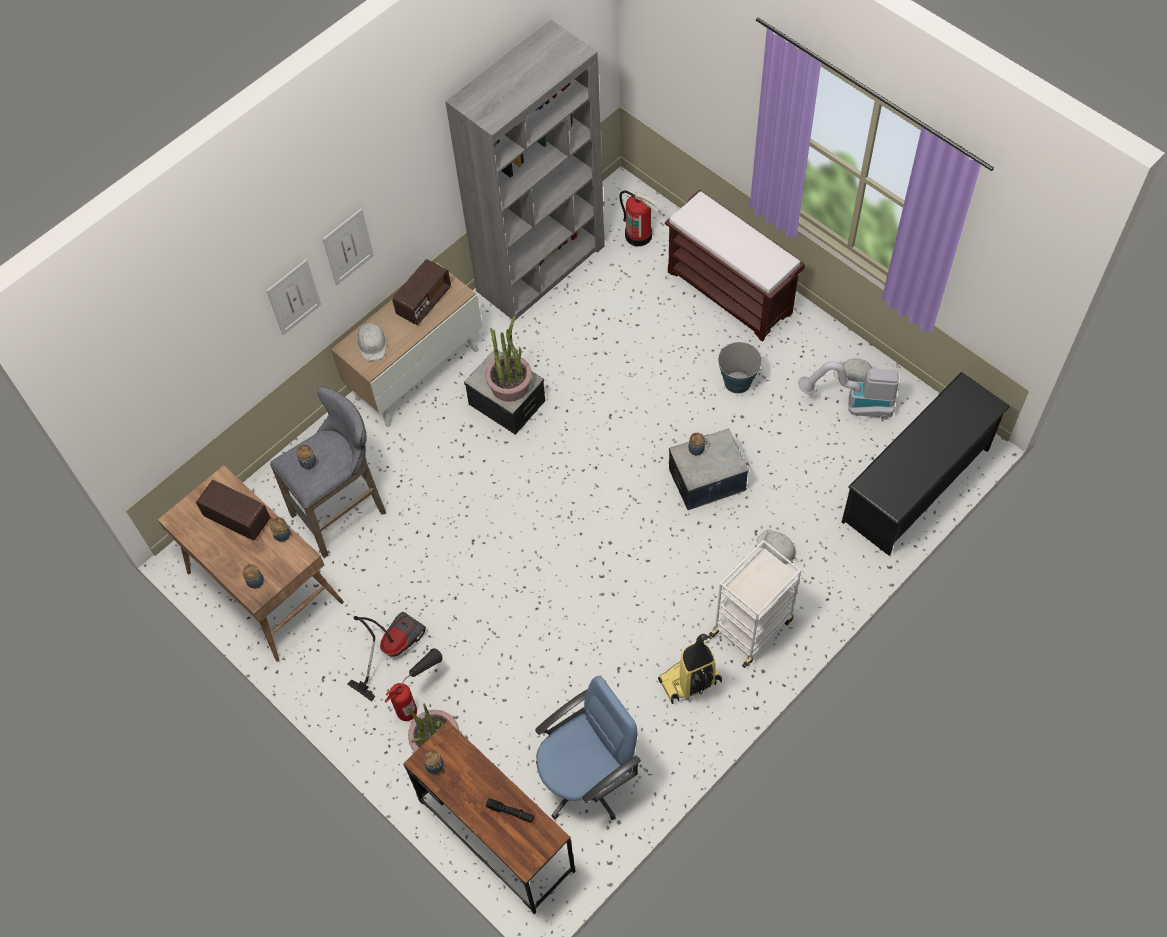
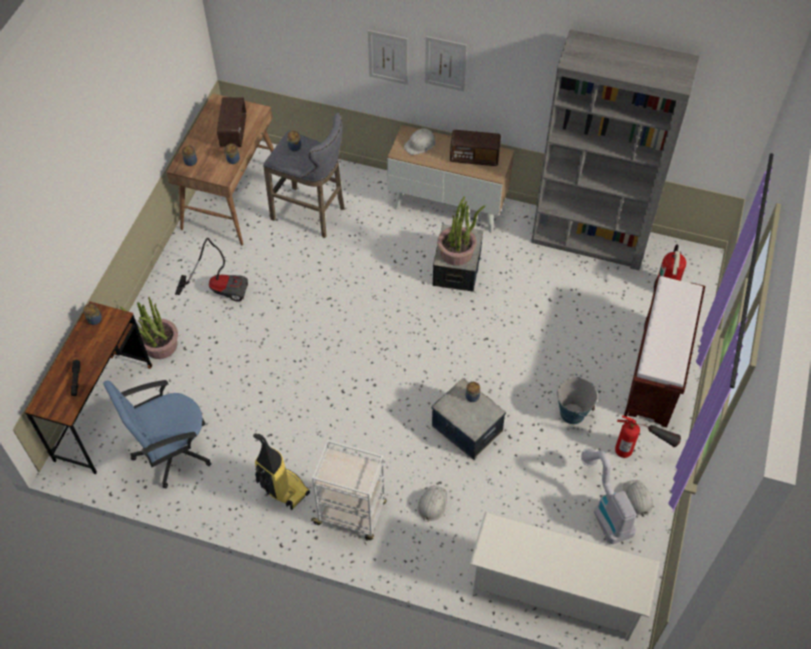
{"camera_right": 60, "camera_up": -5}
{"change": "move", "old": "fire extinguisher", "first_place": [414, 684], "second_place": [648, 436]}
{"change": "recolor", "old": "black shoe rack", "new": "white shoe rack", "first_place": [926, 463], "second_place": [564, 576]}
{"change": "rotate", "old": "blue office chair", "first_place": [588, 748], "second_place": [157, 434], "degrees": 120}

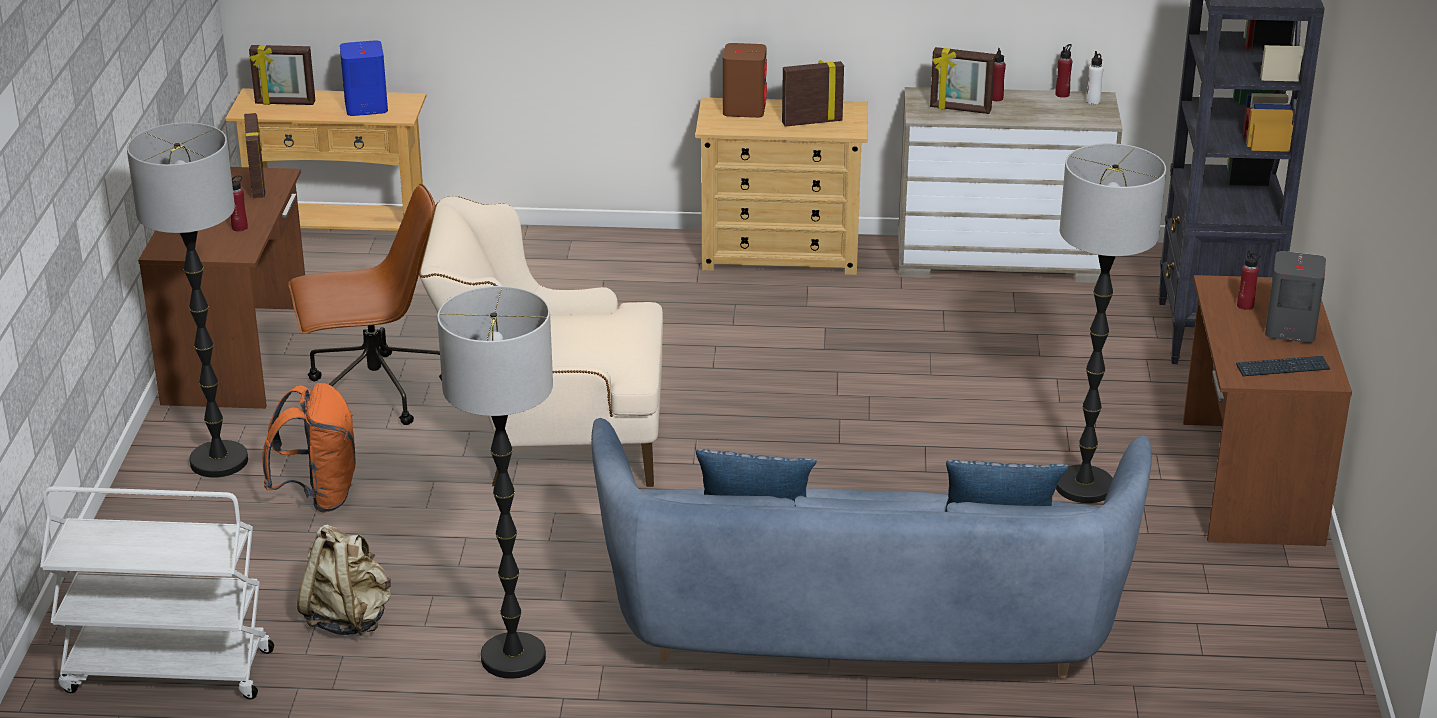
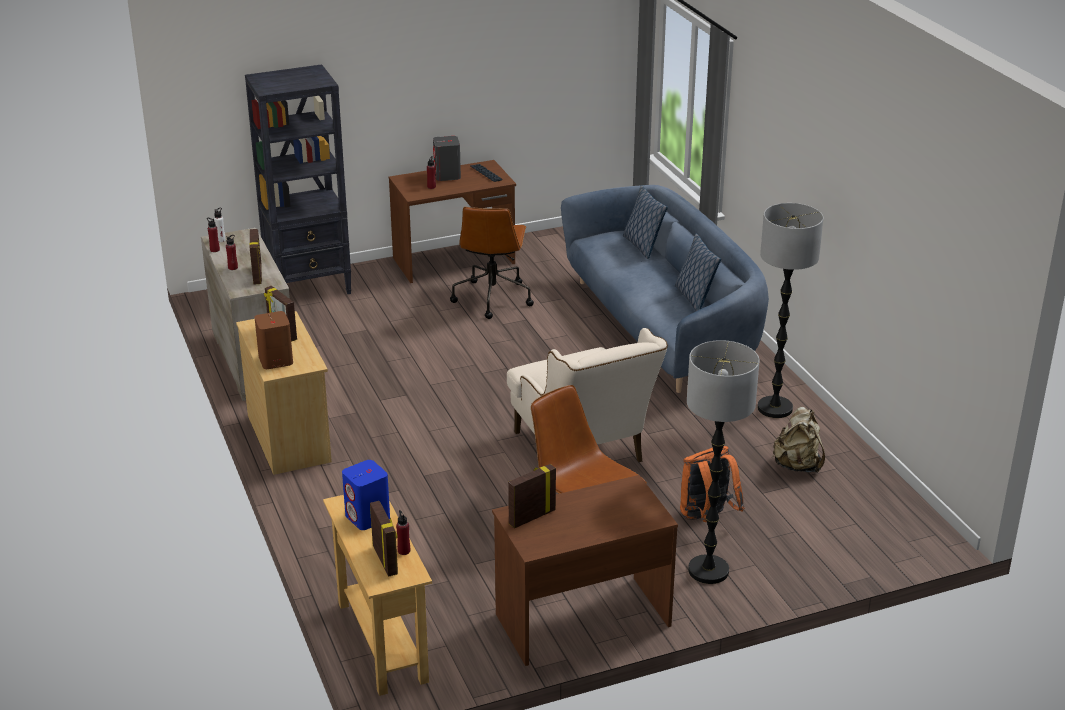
{"camera_right": -115, "camera_up": 0}
{"change": "delete", "old": "white cart", "first_place": [157, 592]}
{"change": "move", "old": "red bottle", "first_place": [239, 203], "second_place": [403, 532]}
{"change": "replace", "old": "floor lamp", "new": "brown office chair", "first_place": [1111, 323], "second_place": [492, 263]}

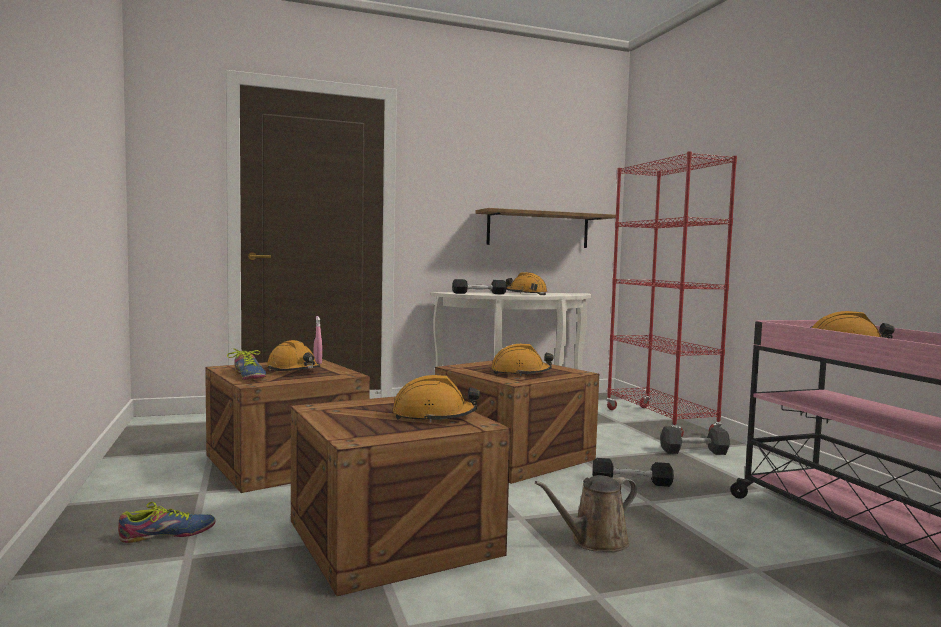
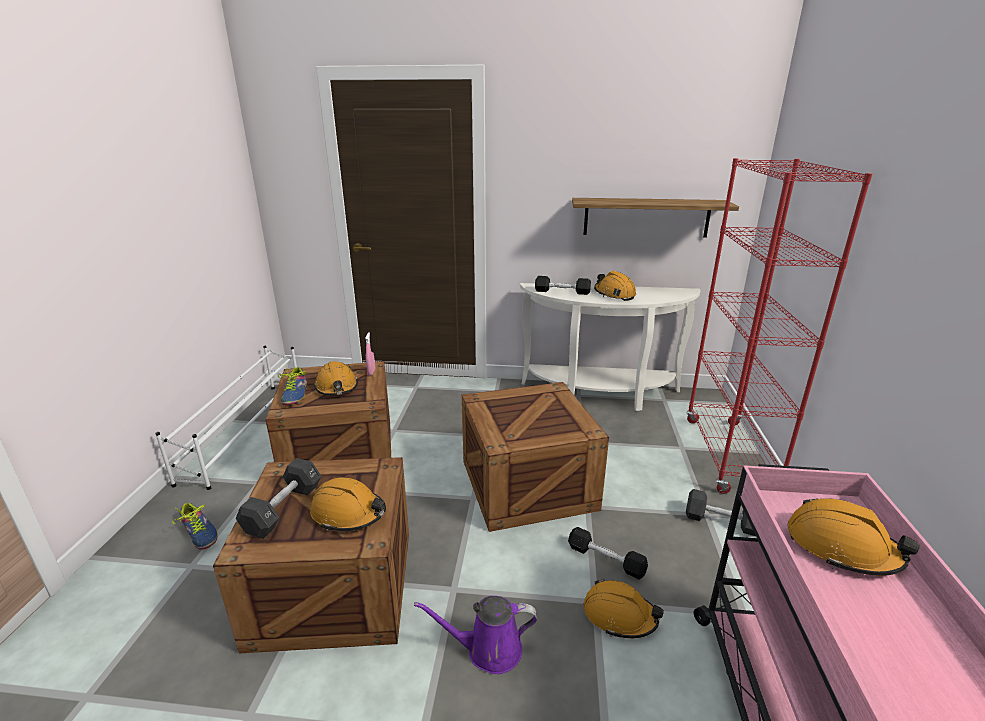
{"camera_right": 25, "camera_up": 20}
{"change": "insert", "new": "white shoe rack", "second_place": [226, 418]}
{"change": "insert", "new": "black dumbbell", "second_place": [279, 498]}
{"change": "move", "old": "orange hard hat", "first_place": [522, 360], "second_place": [623, 608]}
{"change": "recolor", "old": "brown watering can", "new": "purple watering can", "first_place": [586, 513], "second_place": [475, 635]}
{"change": "rotate", "old": "shoe", "first_place": [167, 522], "second_place": [195, 526], "degrees": 45}

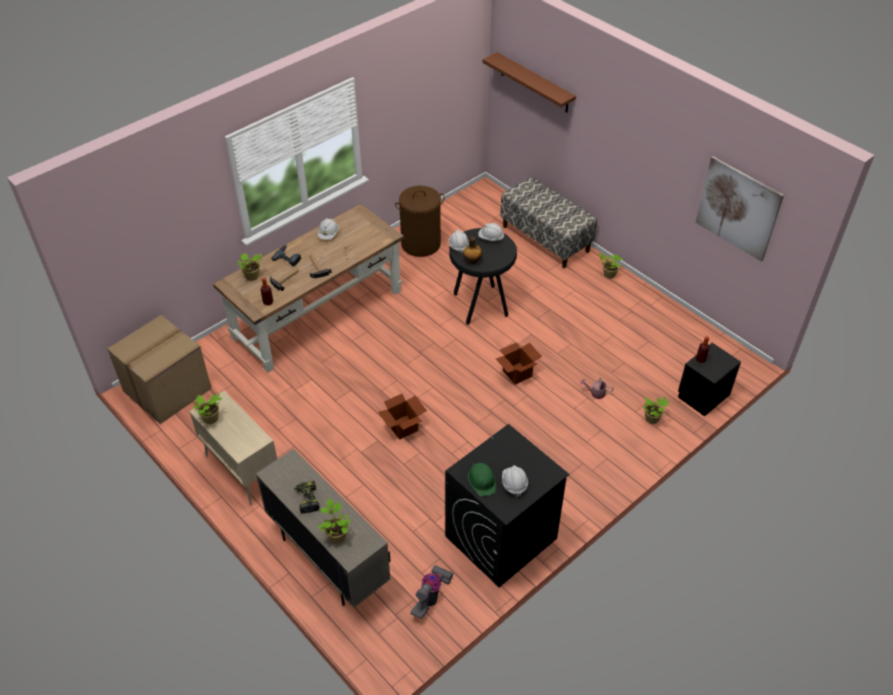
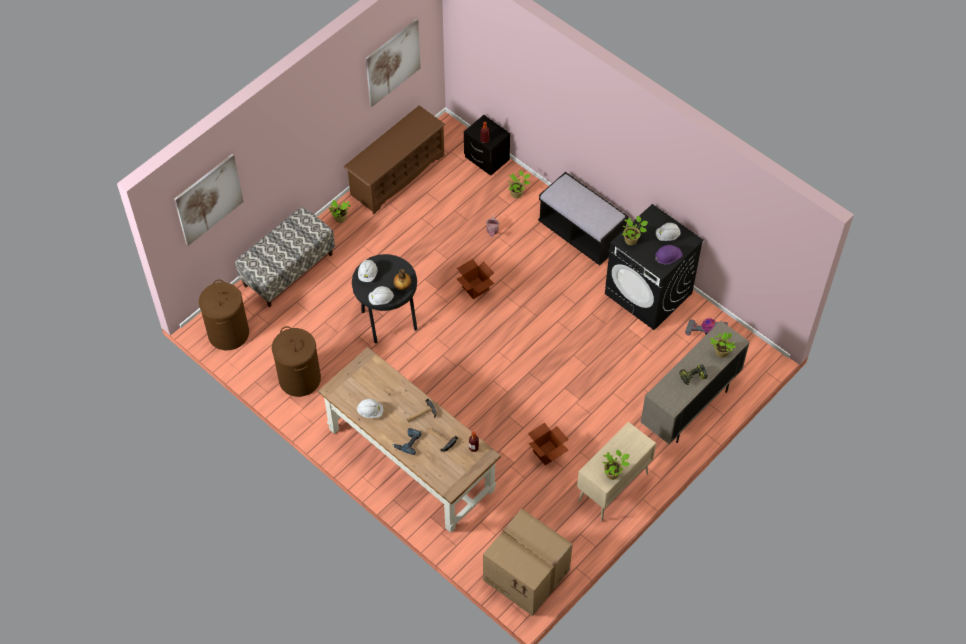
{"camera_right": -95, "camera_up": 10}
{"change": "insert", "new": "brown laundry basket", "second_place": [224, 315]}
{"change": "insert", "new": "brown shoe rack", "second_place": [394, 160]}
{"change": "insert", "new": "black bench", "second_place": [583, 218]}
{"change": "move", "old": "potted plant", "first_place": [250, 267], "second_place": [635, 230]}
{"change": "move", "old": "cardboard box", "first_place": [402, 417], "second_place": [548, 444]}
{"change": "replace", "old": "brown shelf", "new": "picture", "first_place": [529, 82], "second_place": [209, 200]}
{"change": "recolor", "old": "green hard hat", "new": "purple hard hat", "first_place": [482, 480], "second_place": [669, 254]}

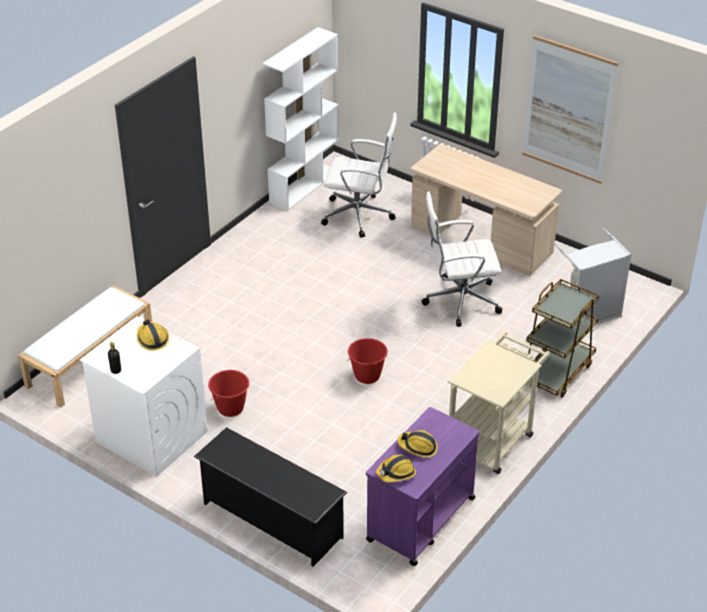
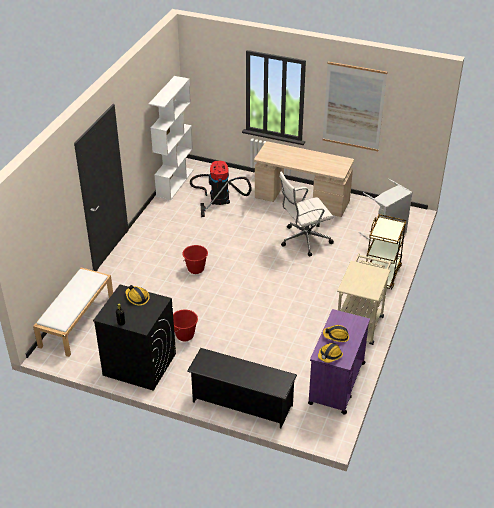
{"camera_right": -15, "camera_up": 0}
{"change": "move", "old": "red bucket", "first_place": [367, 361], "second_place": [195, 259]}
{"change": "replace", "old": "white office chair", "new": "vacuum cleaner", "first_place": [359, 175], "second_place": [221, 189]}
{"change": "recolor", "old": "white washing machine", "new": "black washing machine", "first_place": [144, 396], "second_place": [134, 338]}

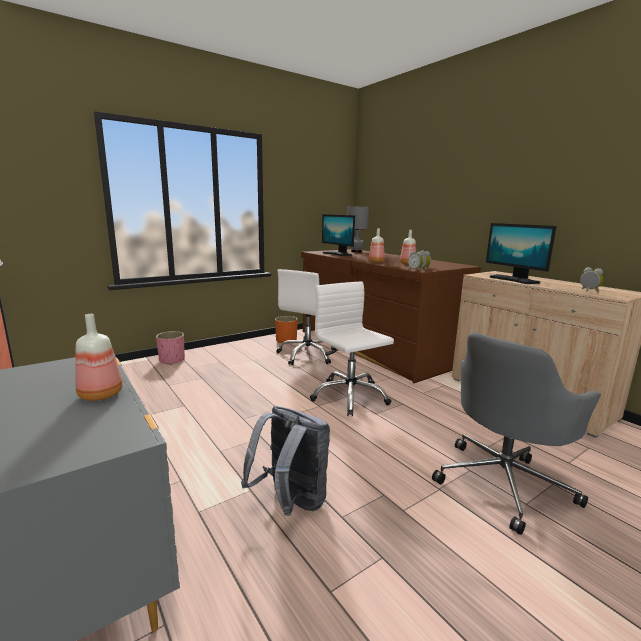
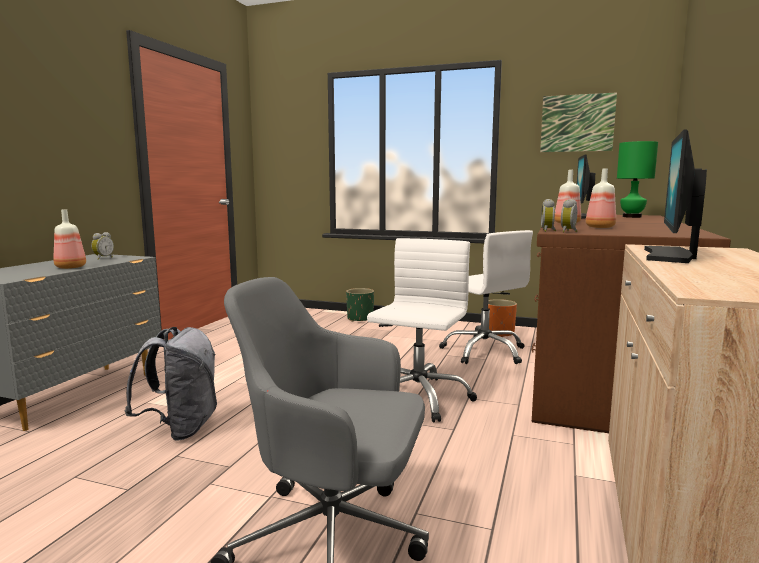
{"camera_right": 55, "camera_up": -5}
{"change": "insert", "new": "picture", "second_place": [578, 122]}
{"change": "move", "old": "alarm clock", "first_place": [591, 279], "second_place": [102, 246]}
{"change": "recolor", "old": "pink planter", "new": "green planter", "first_place": [170, 348], "second_place": [360, 305]}
{"change": "recolor", "old": "grey table lamp", "new": "green table lamp", "first_place": [358, 230], "second_place": [637, 179]}
{"change": "rotate", "old": "white office chair", "first_place": [306, 317], "second_place": [486, 297], "degrees": -120}

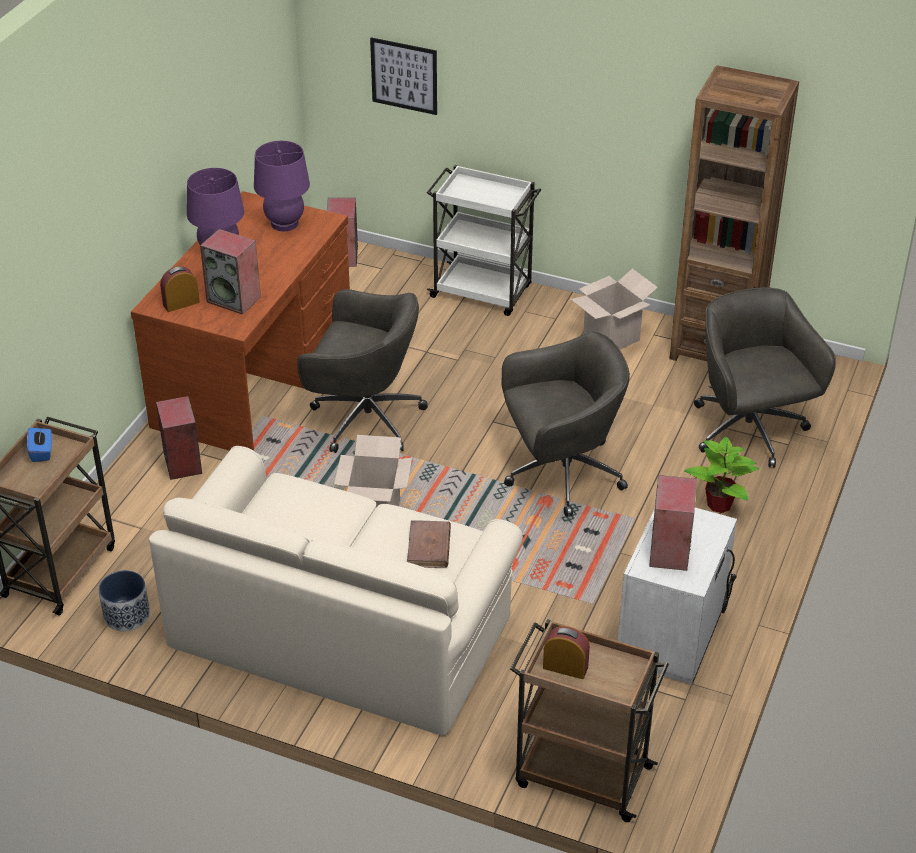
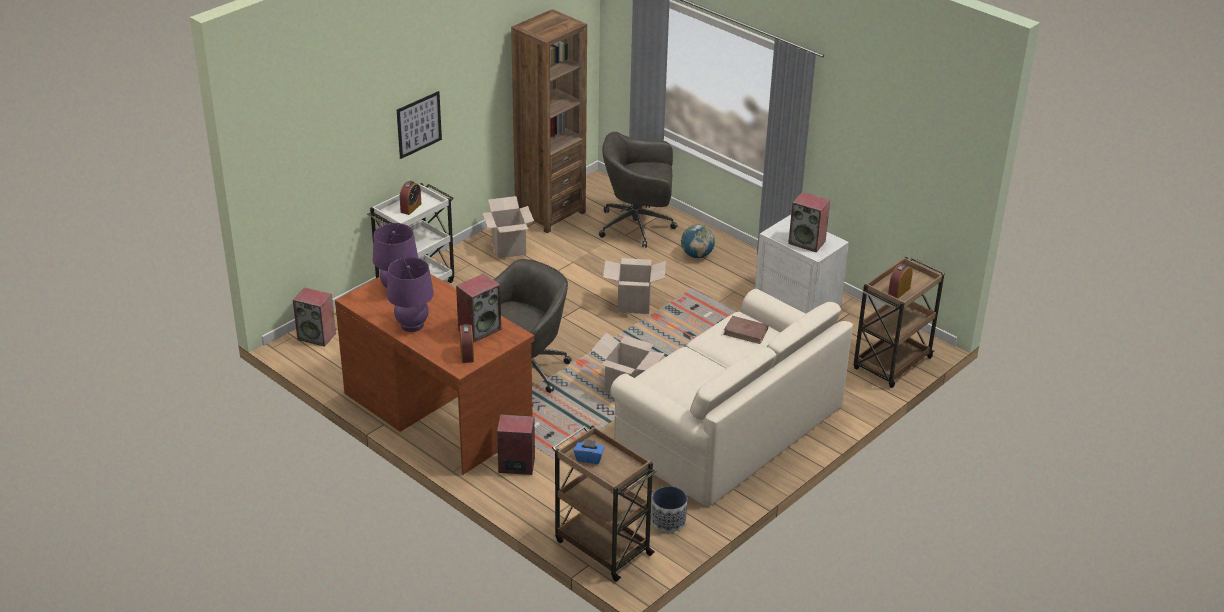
{"camera_right": -70, "camera_up": -5}
{"change": "insert", "new": "alarm clock", "second_place": [410, 198]}
{"change": "move", "old": "picture", "first_place": [403, 76], "second_place": [419, 125]}
{"change": "replace", "old": "grey office chair", "new": "cardboard box", "first_place": [566, 423], "second_place": [634, 286]}
{"change": "replace", "old": "potted plant", "new": "globe", "first_place": [721, 475], "second_place": [698, 241]}

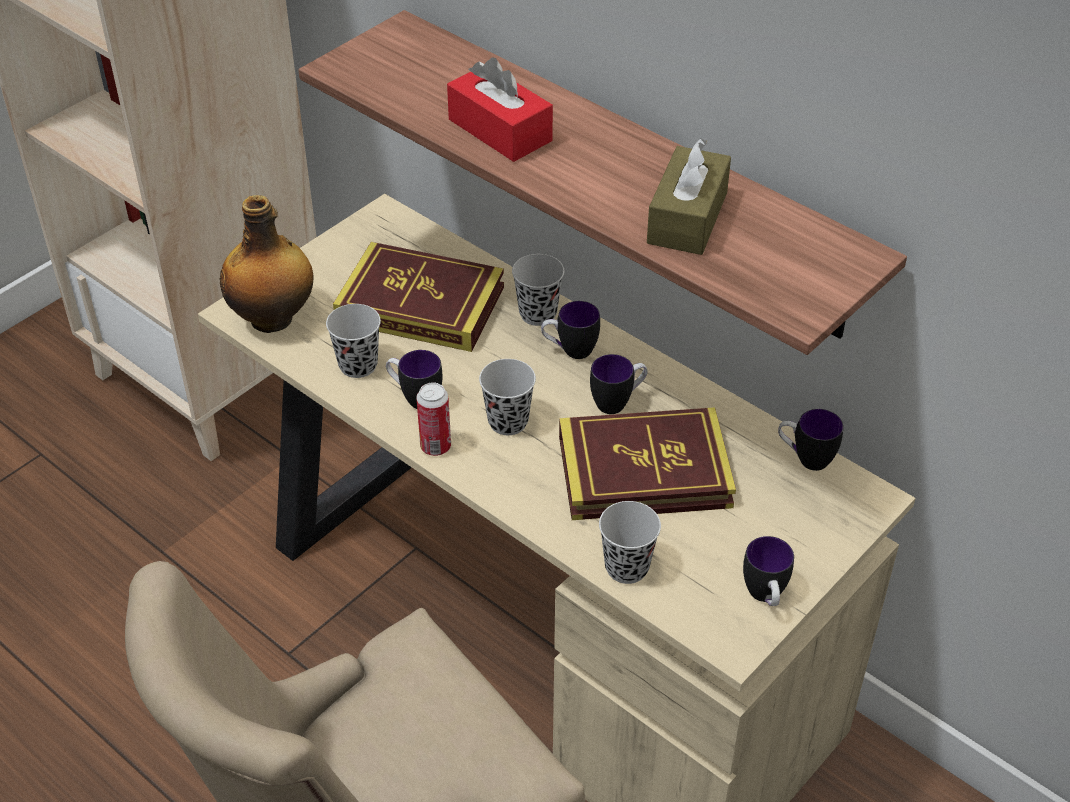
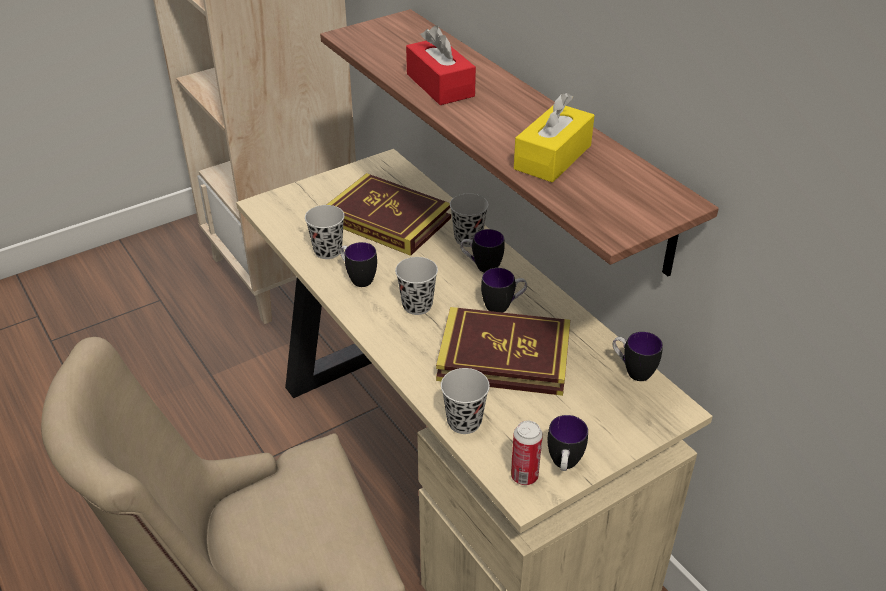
{"camera_right": 15, "camera_up": -5}
{"change": "delete", "old": "bottle", "first_place": [267, 264]}
{"change": "move", "old": "can", "first_place": [434, 419], "second_place": [527, 453]}
{"change": "recolor", "old": "brown tissue box", "new": "yellow tissue box", "first_place": [689, 196], "second_place": [554, 138]}

